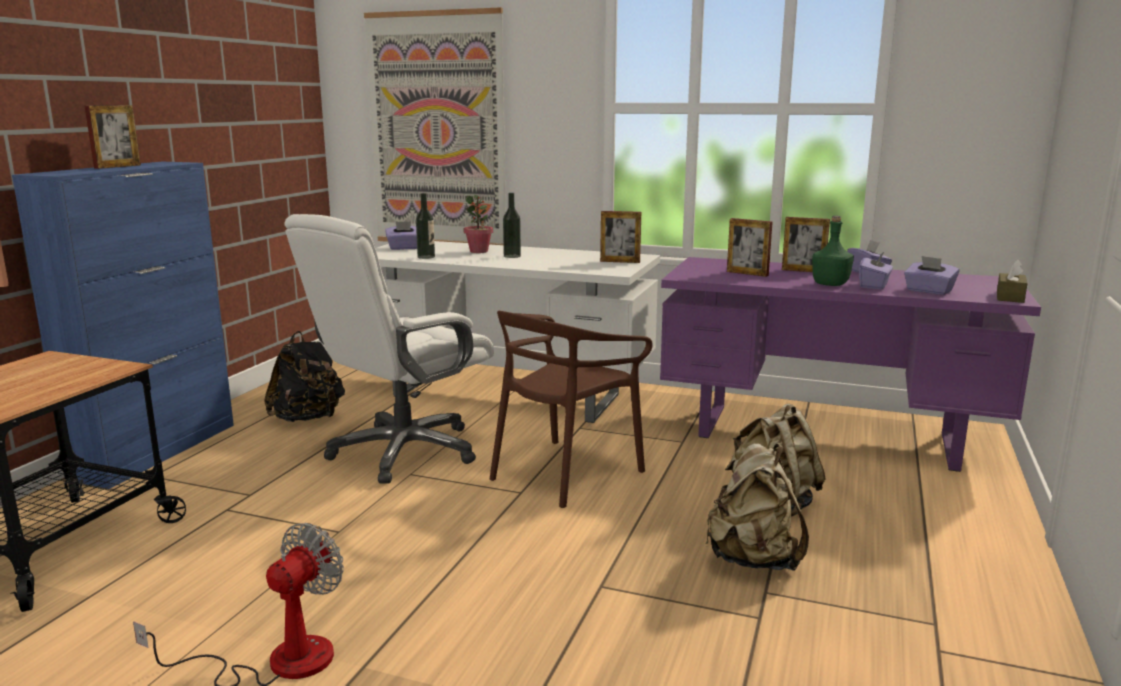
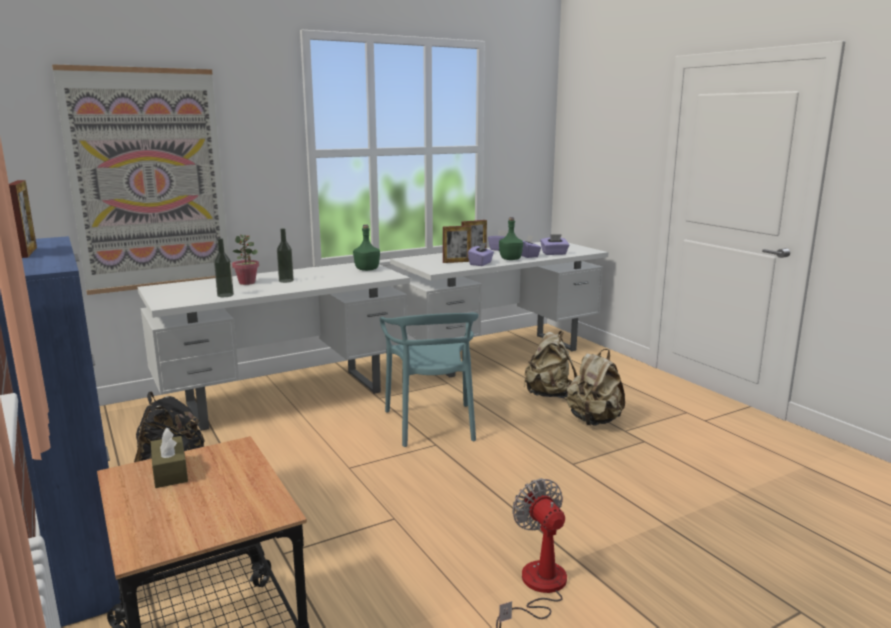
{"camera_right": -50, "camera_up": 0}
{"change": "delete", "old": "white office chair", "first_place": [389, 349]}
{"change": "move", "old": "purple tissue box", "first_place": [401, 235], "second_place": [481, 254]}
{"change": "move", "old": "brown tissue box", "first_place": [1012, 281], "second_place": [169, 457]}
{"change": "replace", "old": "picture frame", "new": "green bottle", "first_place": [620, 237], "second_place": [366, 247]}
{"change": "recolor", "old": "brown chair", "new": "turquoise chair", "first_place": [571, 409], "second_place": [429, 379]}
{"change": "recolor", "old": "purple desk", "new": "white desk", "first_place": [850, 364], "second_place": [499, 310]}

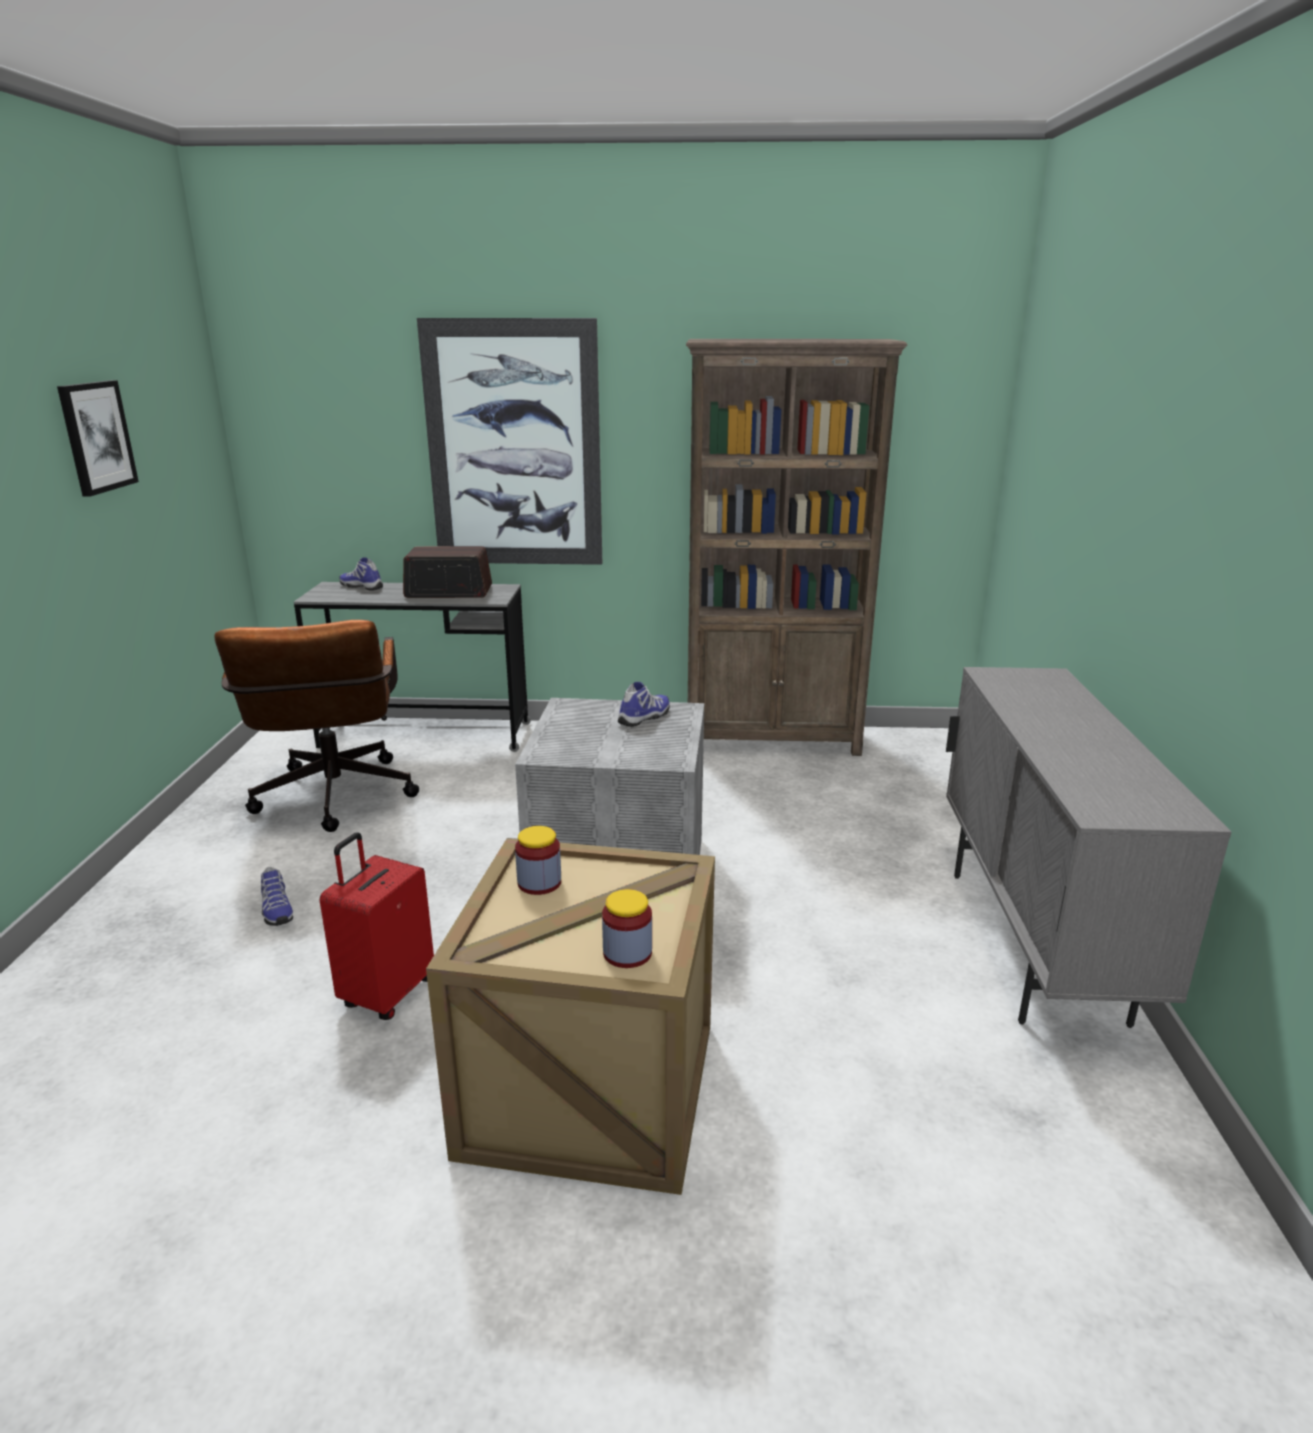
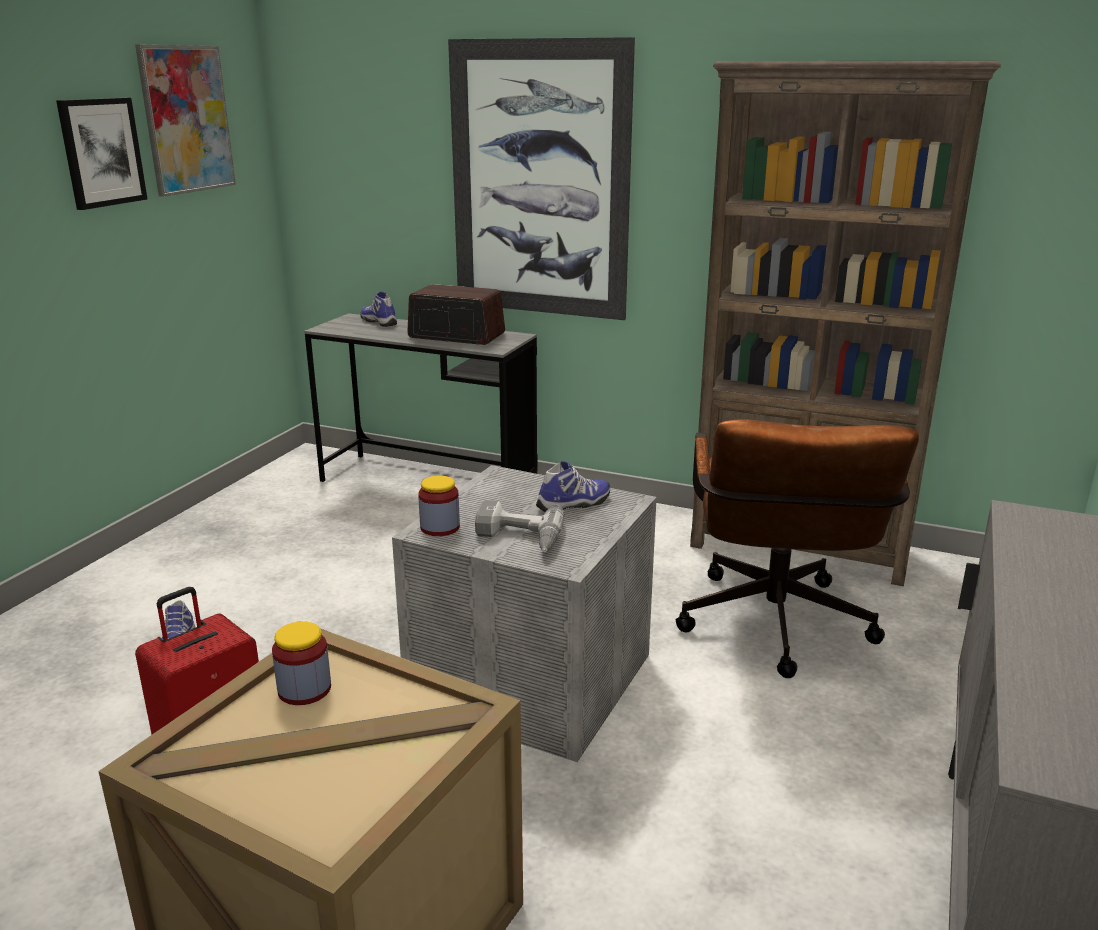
{"camera_right": 20, "camera_up": 0}
{"change": "insert", "new": "picture", "second_place": [185, 121]}
{"change": "insert", "new": "power drill", "second_place": [519, 526]}
{"change": "move", "old": "brown office chair", "first_place": [316, 726], "second_place": [797, 548]}
{"change": "move", "old": "jar", "first_place": [627, 928], "second_place": [439, 506]}

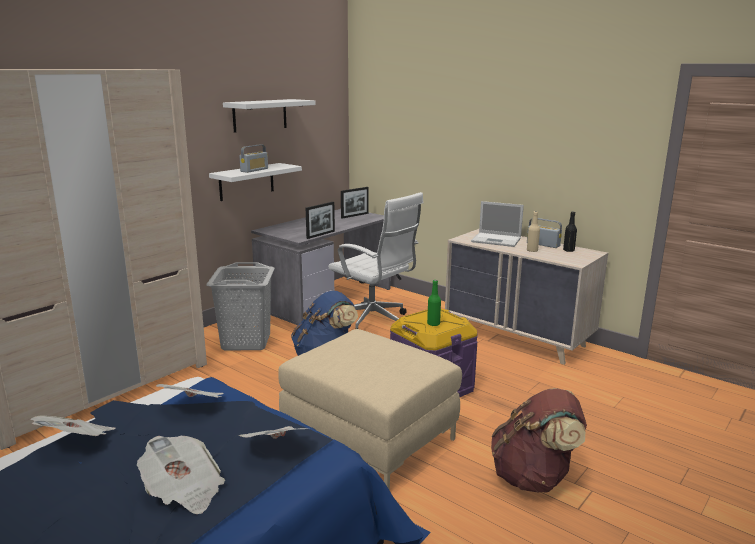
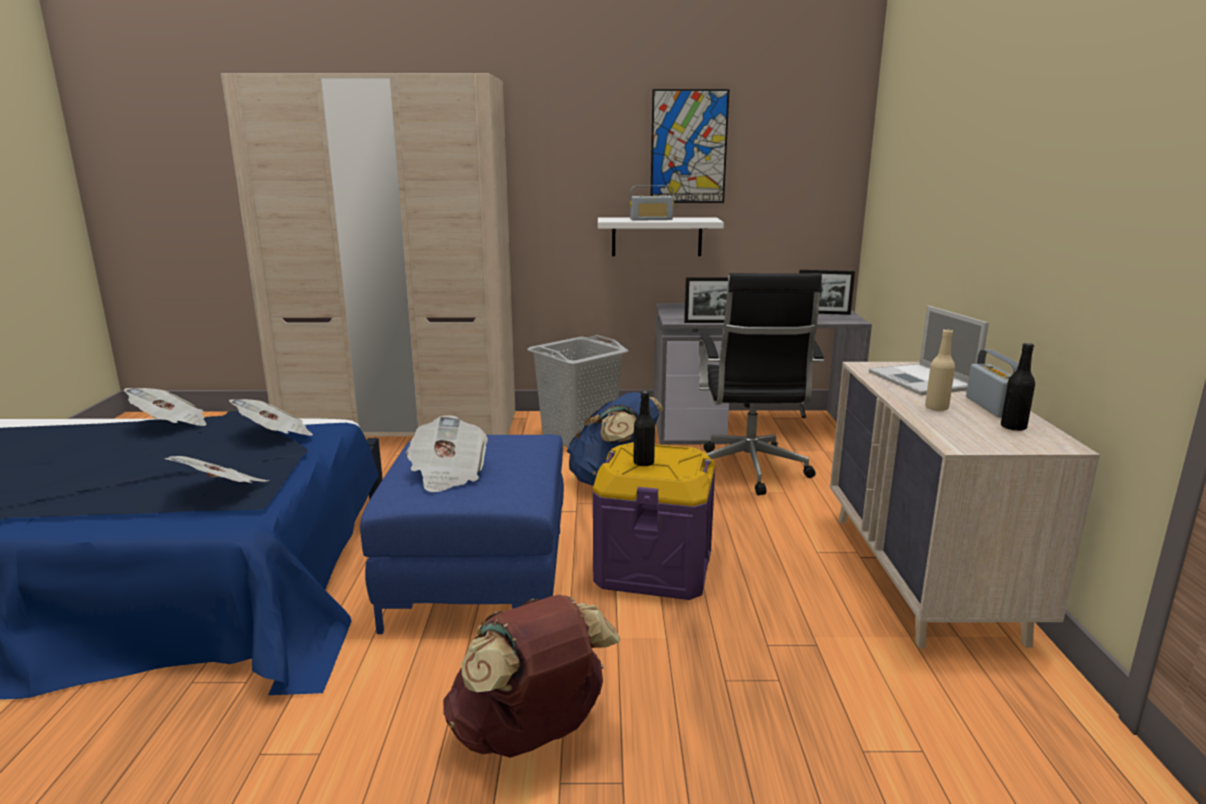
{"camera_right": 50, "camera_up": 0}
{"change": "move", "old": "newspaper", "first_place": [181, 475], "second_place": [447, 453]}
{"change": "replace", "old": "white shelf", "new": "picture", "first_place": [269, 116], "second_place": [690, 146]}
{"change": "recolor", "old": "beige ottoman", "new": "blue ottoman", "first_place": [370, 409], "second_place": [462, 534]}
{"change": "recolor", "old": "white office chair", "new": "black office chair", "first_place": [375, 260], "second_place": [761, 384]}
{"change": "recolor", "old": "green bottle", "new": "black bottle", "first_place": [434, 303], "second_place": [644, 429]}

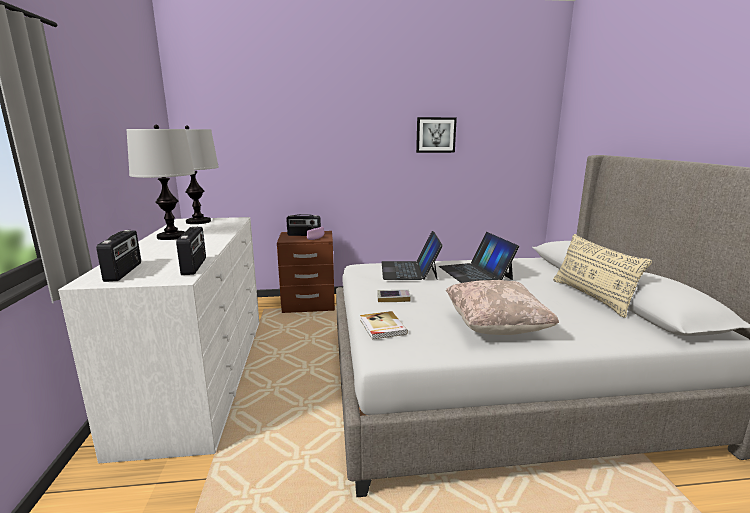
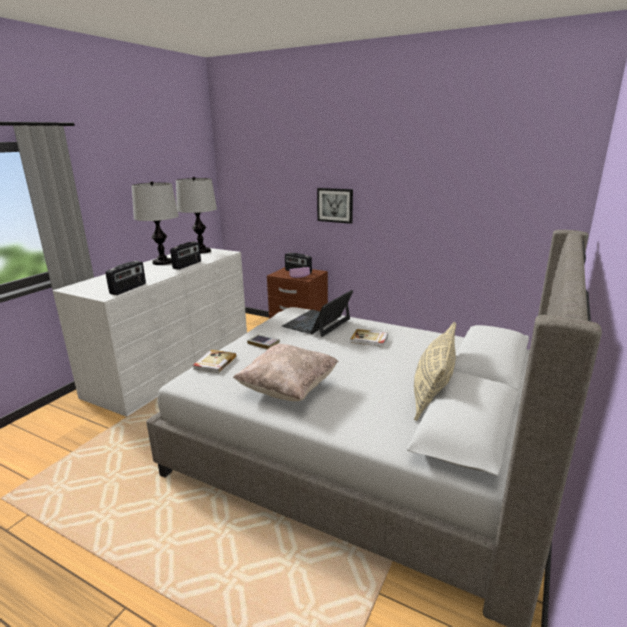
{"camera_right": 35, "camera_up": 5}
{"change": "move", "old": "radio", "first_place": [118, 256], "second_place": [185, 255]}
{"change": "move", "old": "picture", "first_place": [436, 135], "second_place": [335, 206]}
{"change": "replace", "old": "laptop", "new": "book", "first_place": [479, 257], "second_place": [369, 338]}

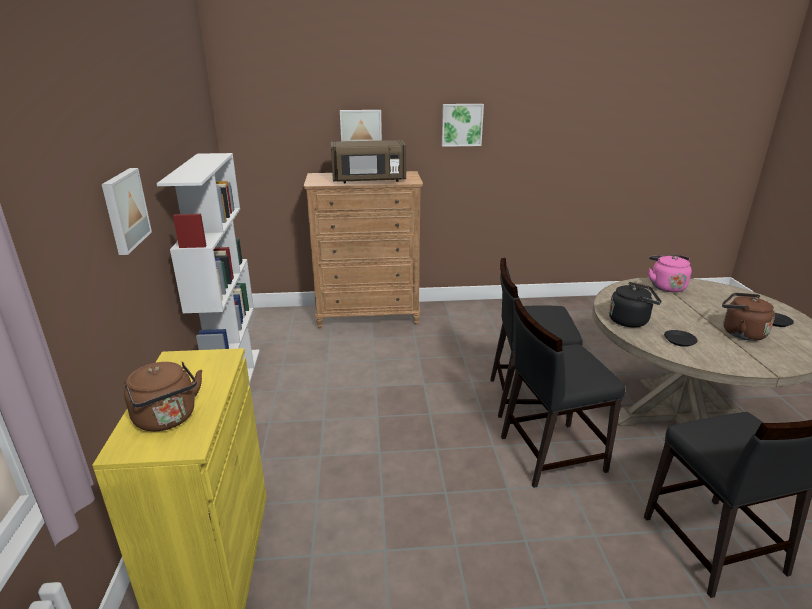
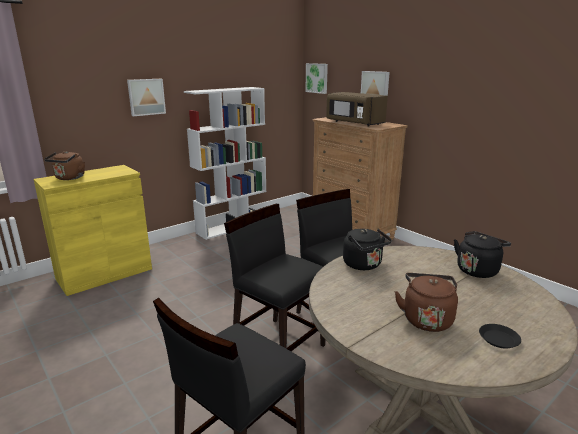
{"camera_right": 55, "camera_up": -5}
{"change": "delete", "old": "black plate", "first_place": [681, 338]}
{"change": "move", "old": "picture", "first_place": [463, 125], "second_place": [317, 78]}
{"change": "recolor", "old": "pink kettle", "new": "black kettle", "first_place": [670, 273], "second_place": [482, 254]}

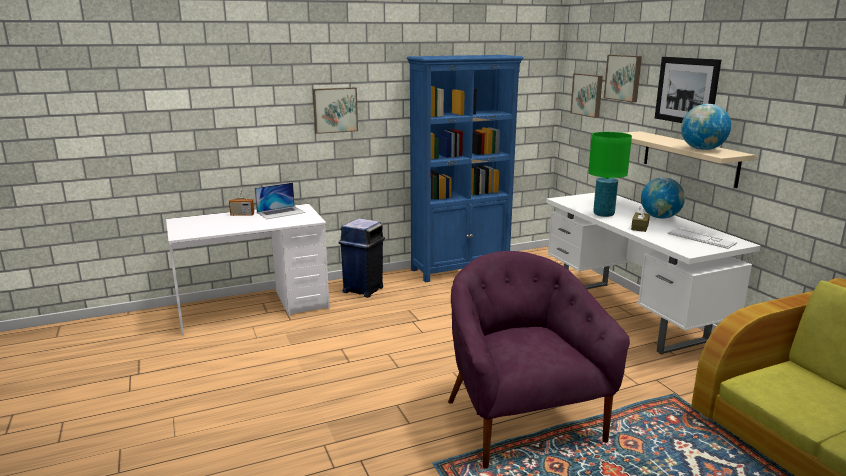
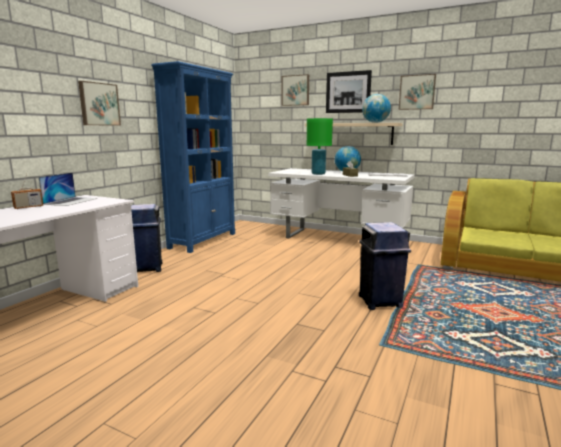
{"camera_right": -40, "camera_up": -5}
{"change": "move", "old": "picture", "first_place": [586, 95], "second_place": [417, 92]}
{"change": "replace", "old": "purple armchair", "new": "blue trash can", "first_place": [539, 360], "second_place": [385, 266]}

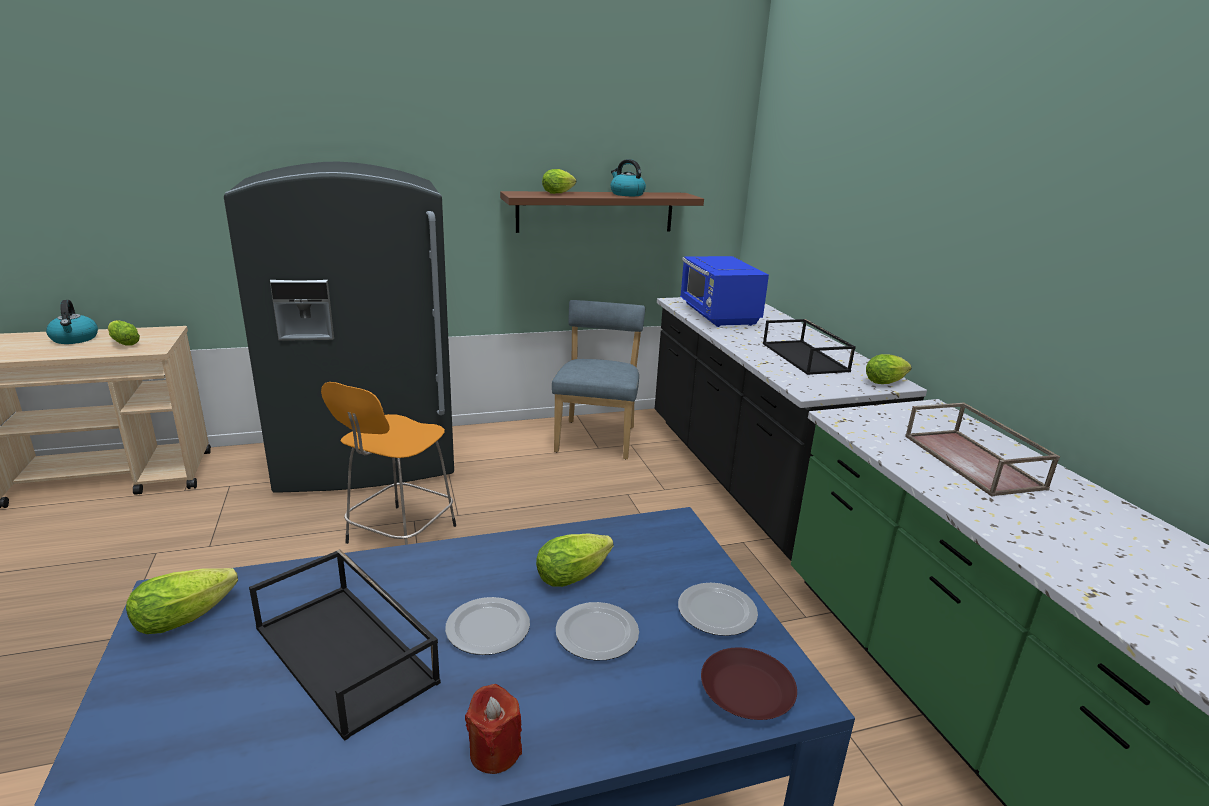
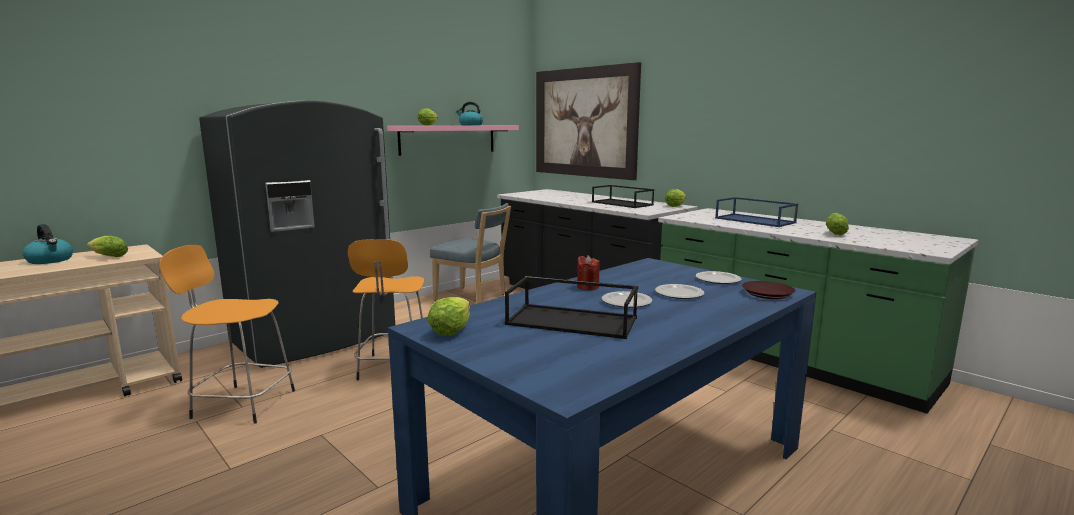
{"camera_right": -25, "camera_up": -10}
{"change": "delete", "old": "blue microwave", "first_place": [724, 291]}
{"change": "insert", "new": "orange stool", "second_place": [227, 334]}
{"change": "insert", "new": "picture", "second_place": [588, 121]}
{"change": "move", "old": "red candle", "first_place": [493, 729], "second_place": [588, 272]}
{"change": "move", "old": "lettuce", "first_place": [575, 560], "second_place": [837, 224]}
{"change": "recolor", "old": "brown shelf", "new": "pink shelf", "first_place": [602, 212], "second_place": [453, 141]}
{"change": "recolor", "old": "brown tray", "new": "blue tray", "first_place": [982, 449], "second_place": [756, 212]}
{"change": "rotate", "old": "blue chair", "first_place": [598, 379], "second_place": [470, 253], "degrees": 135}

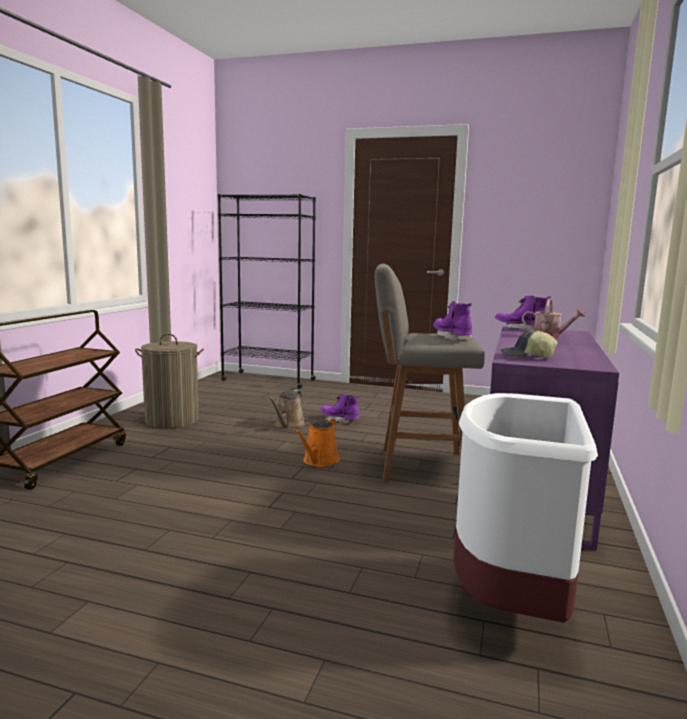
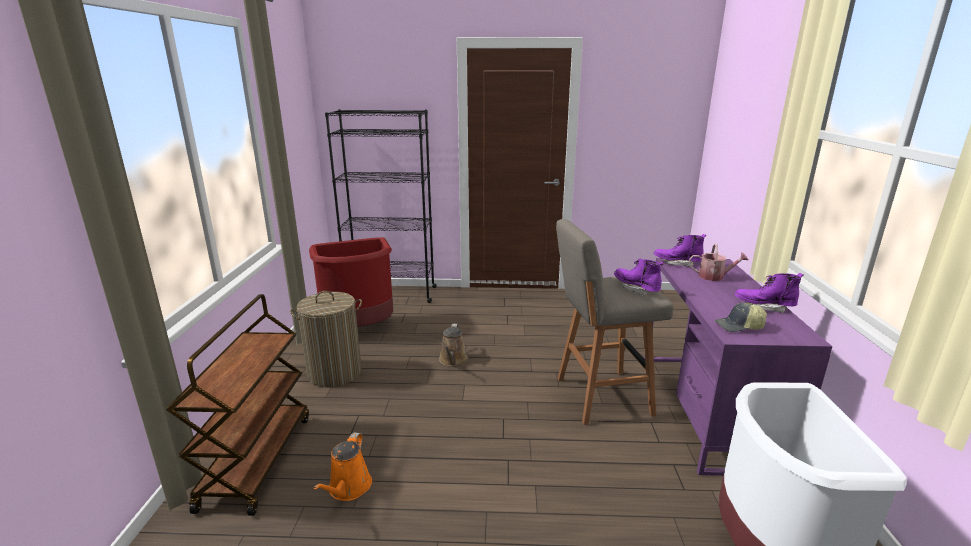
{"camera_right": -15, "camera_up": 10}
{"change": "insert", "new": "red trash can", "second_place": [351, 282]}
{"change": "move", "old": "orange watering can", "first_place": [317, 442], "second_place": [343, 466]}
{"change": "move", "old": "purple boot", "first_place": [339, 409], "second_place": [769, 293]}

